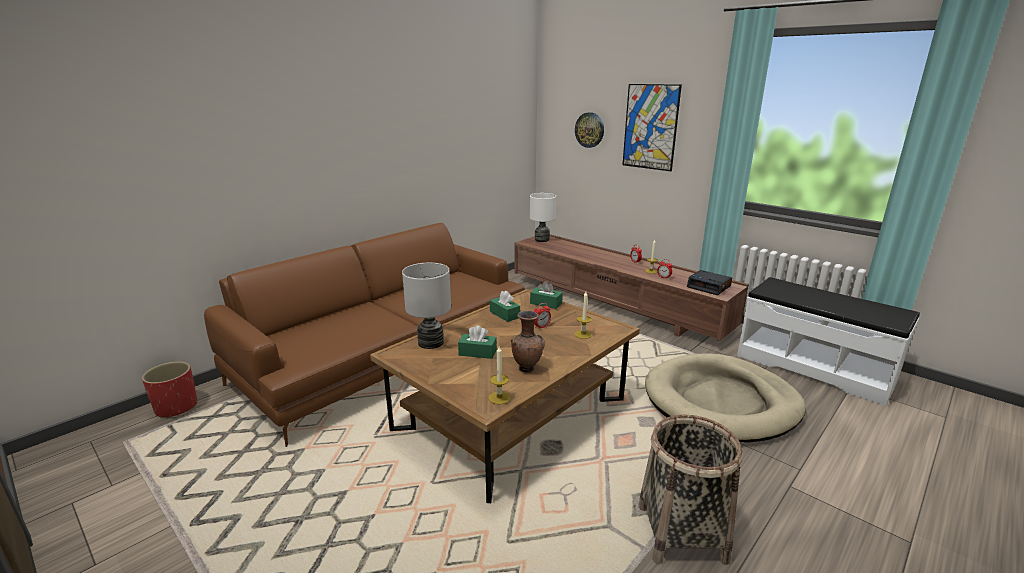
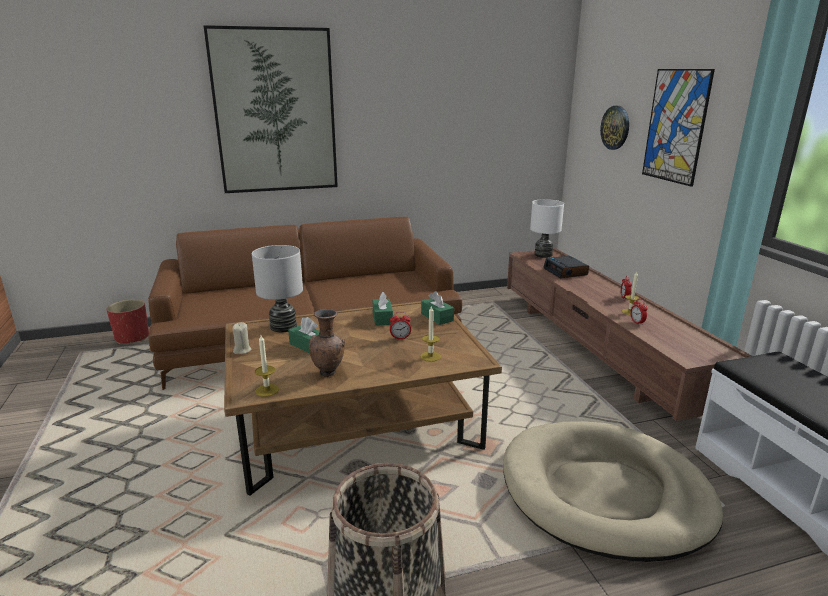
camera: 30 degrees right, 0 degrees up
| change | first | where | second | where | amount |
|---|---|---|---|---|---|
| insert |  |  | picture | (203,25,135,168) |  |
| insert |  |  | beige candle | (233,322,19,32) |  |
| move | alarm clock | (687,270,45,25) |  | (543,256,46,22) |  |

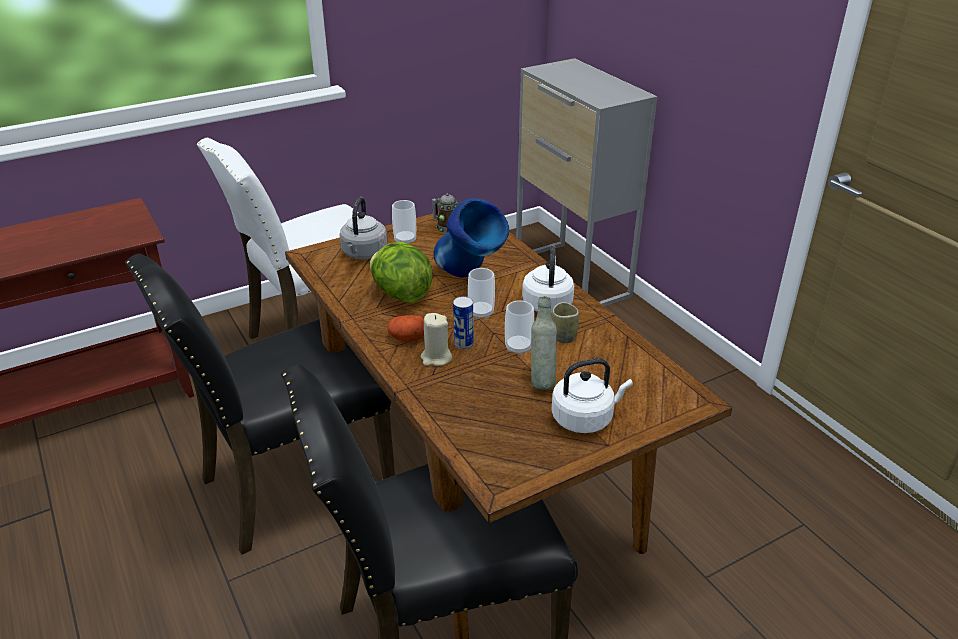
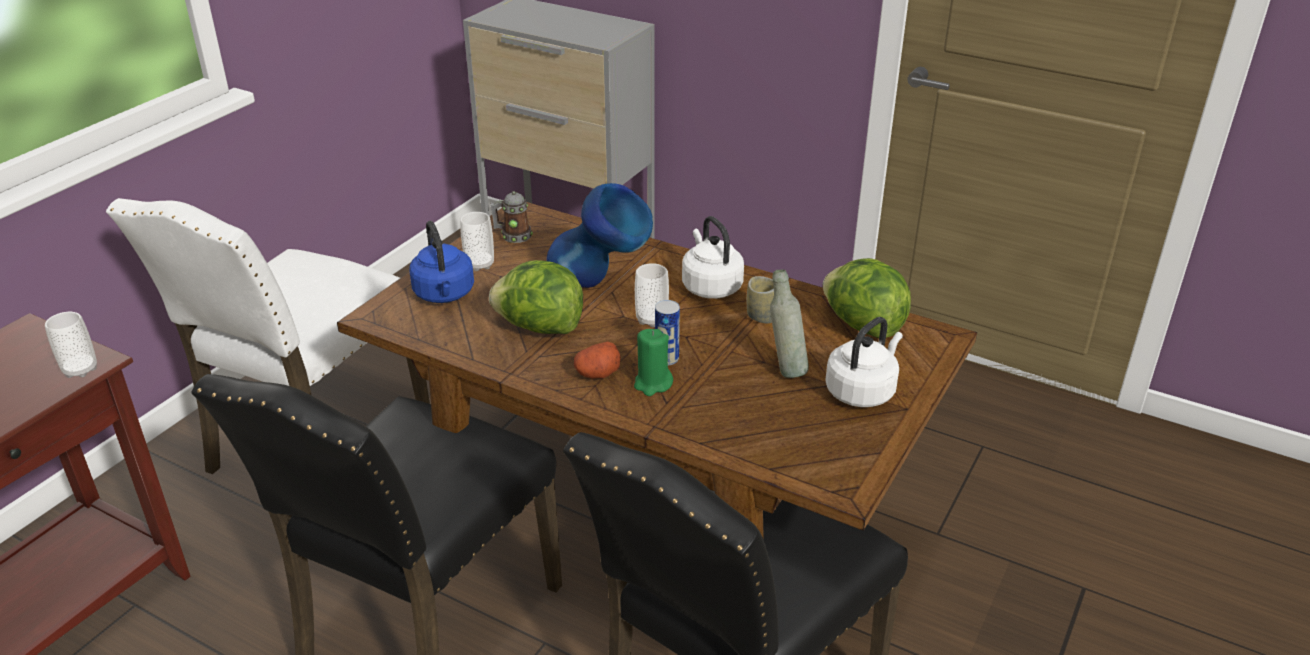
camera: 30 degrees left, 0 degrees up
| change | first | where | second | where | amount |
|---|---|---|---|---|---|
| insert |  |  | lettuce | (823,258,88,80) |  |
| move | drinking cup | (505,300,29,55) |  | (45,312,52,66) |  |
| recolor | greyish water kettle | (340,197,47,62) | bluish water kettle | (409,221,65,82) |  |
| recolor | beige candle | (421,313,31,53) | green-coloured candle | (634,329,39,67) |  |

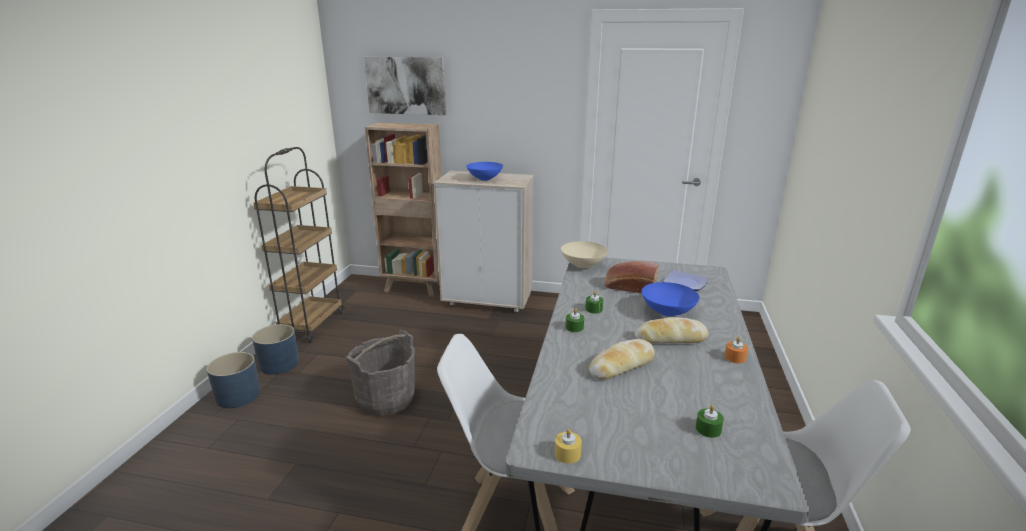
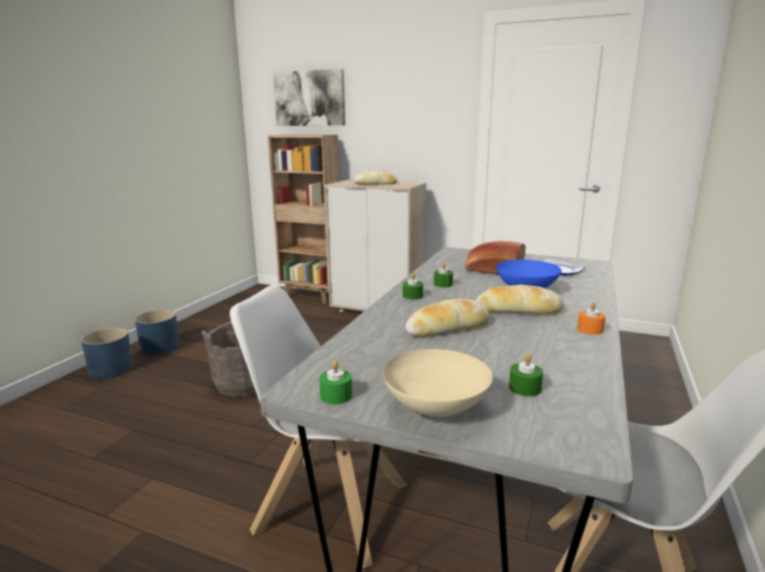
camera: 10 degrees right, 5 degrees down
| change | first | where | second | where | amount |
|---|---|---|---|---|---|
| delete | brown-coloured trolley | (253,147,92,196) |  |  |  |
| move | beige serving bowl | (561,241,46,27) |  | (383,349,110,68) |  |
| replace | bluish serving bowl | (467,162,36,19) | bread | (354,170,43,14) |  |
| recolor | yellow-coloured candle | (555,429,27,35) | green-coloured candle | (319,361,33,43) |  |

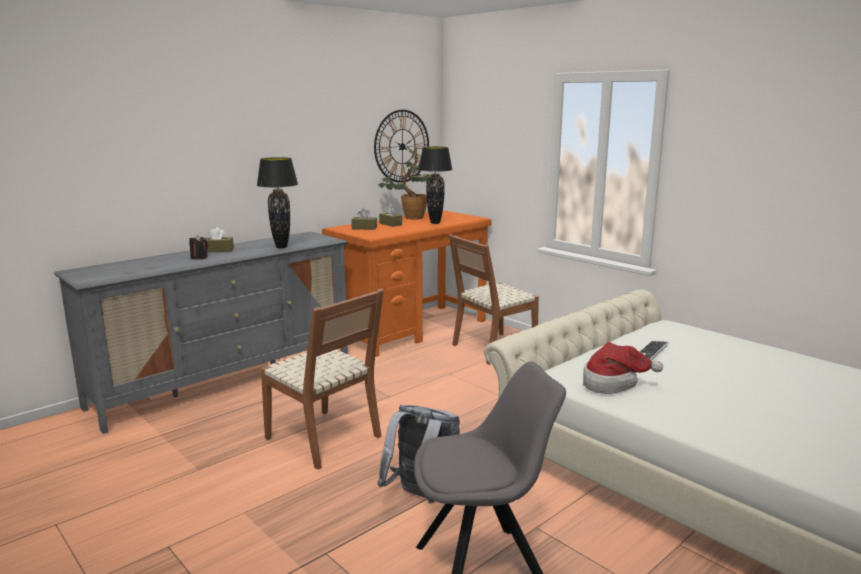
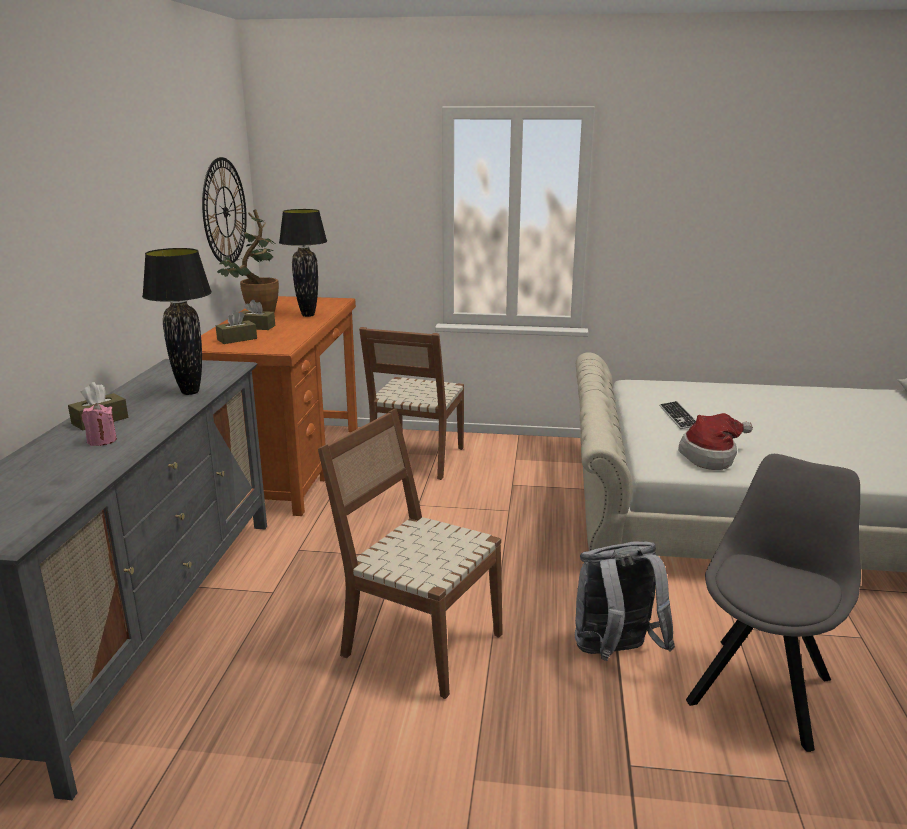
camera: 40 degrees left, 5 degrees up
| change | first | where | second | where | amount |
|---|---|---|---|---|---|
| recolor | blackish candle | (189,235,19,25) | pink-coloured candle | (82,403,35,43) |  |
| rotate | plain chair | (261,289,123,181) |  | (318,409,185,290) | 150 degrees counterclockwise |

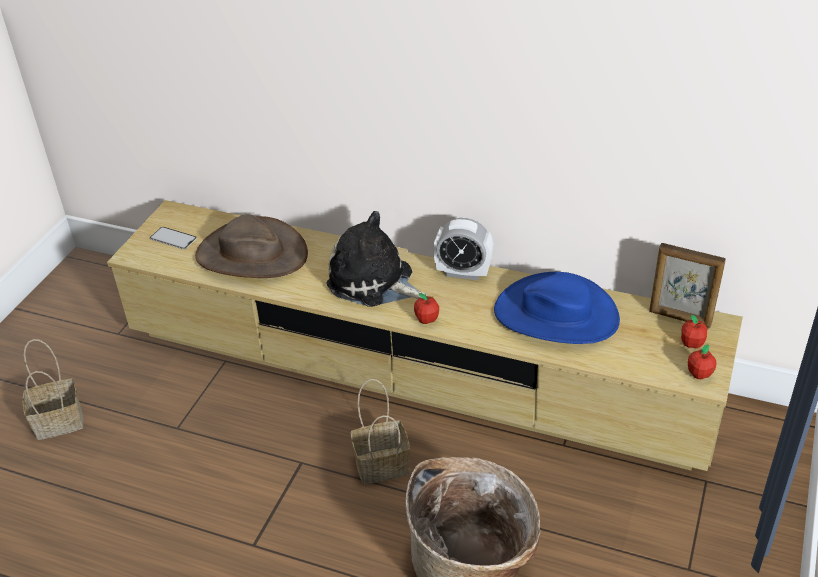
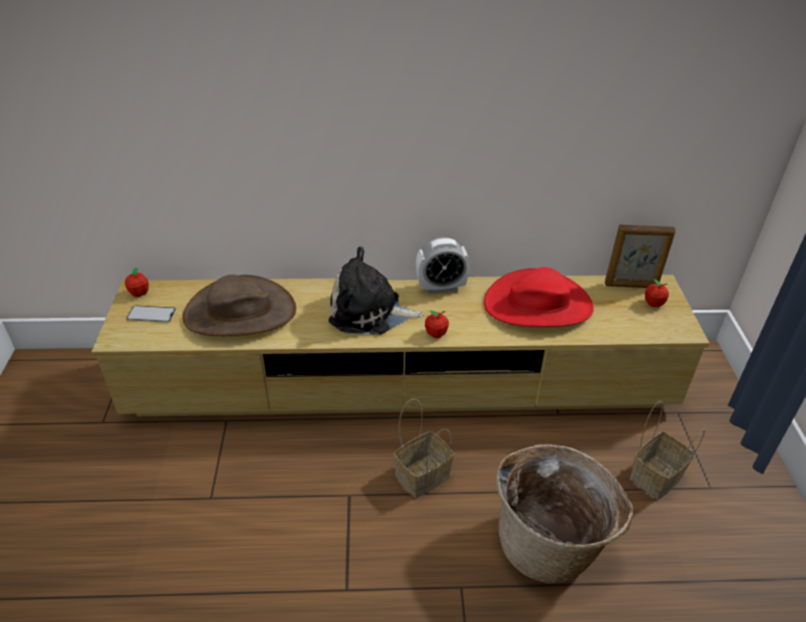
camera: 25 degrees left, 0 degrees up
| change | first | where | second | where | amount |
|---|---|---|---|---|---|
| move | household basket | (23,339,60,101) |  | (630,401,75,98) |  |
| move | whole apple | (688,344,29,35) |  | (125,268,24,29) |  |
| recolor | bluish clothing hat | (494,272,126,72) | reddish clothing hat | (484,267,110,60) |  |

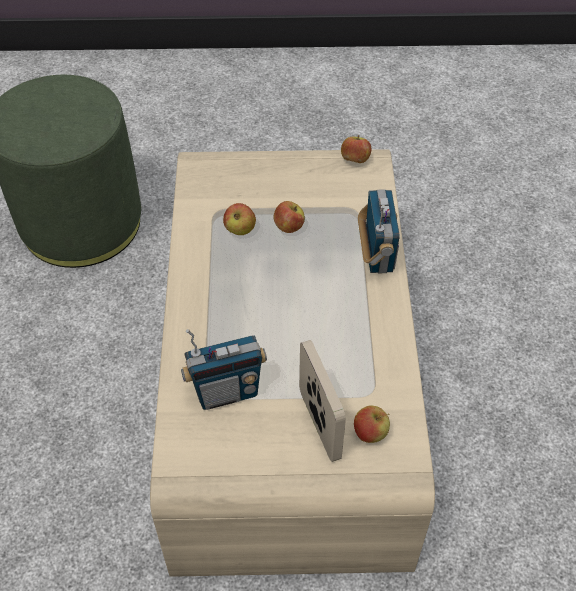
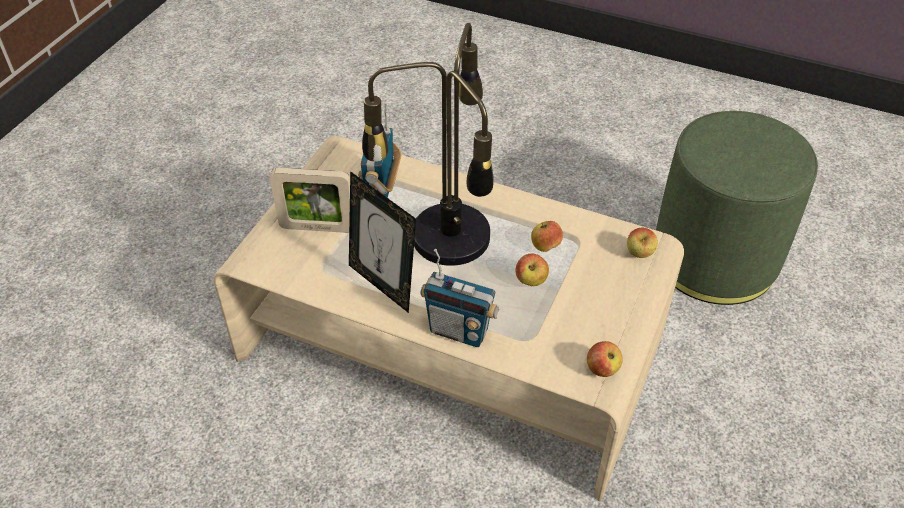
camera: 115 degrees right, 5 degrees down
| change | first | where | second | where | amount |
|---|---|---|---|---|---|
| insert |  |  | standing frame | (349,171,67,142) |  |
| insert |  |  | table lamp | (362,23,132,243) |  |
| move | whole apple | (354,405,36,38) |  | (627,228,31,30) |  |

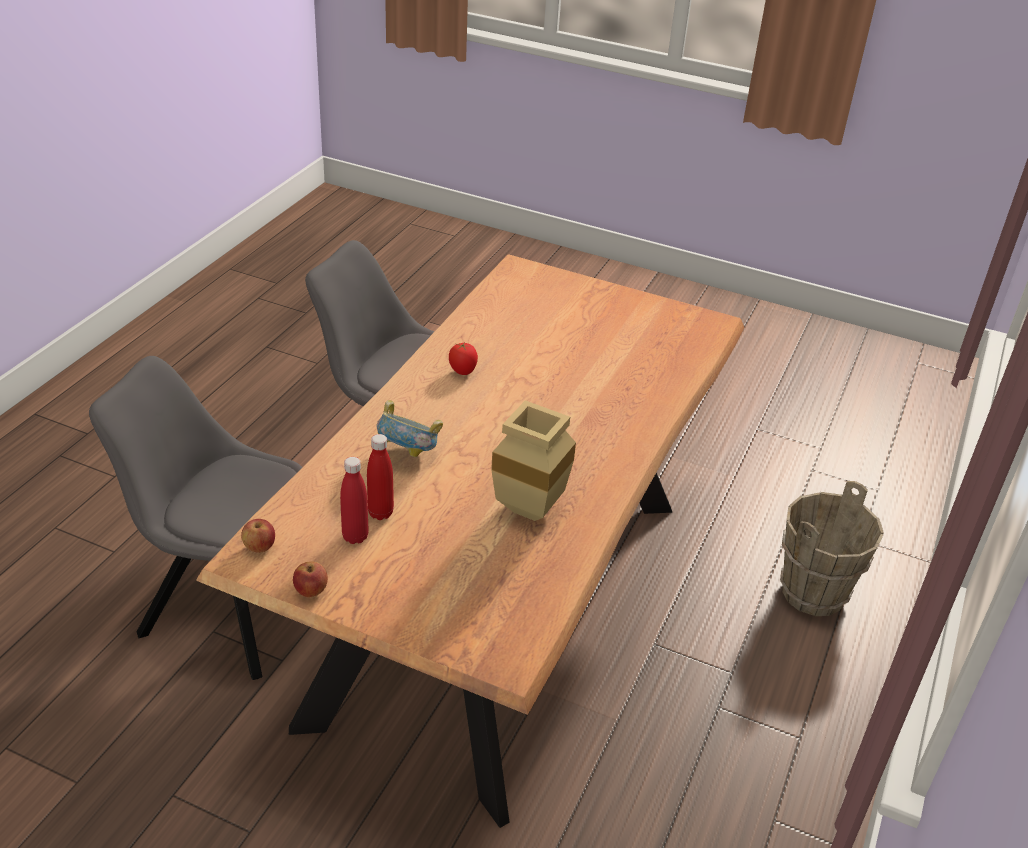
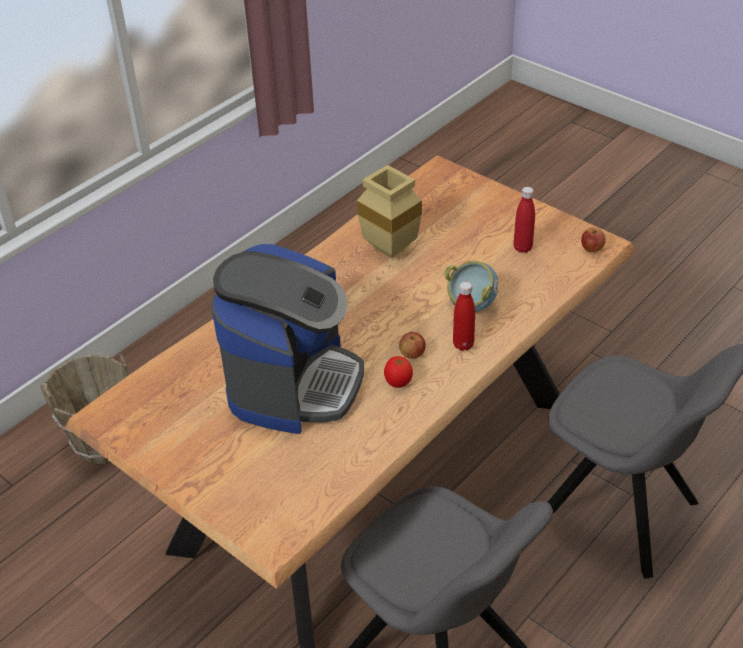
camera: 160 degrees left, 5 degrees up
| change | first | where | second | where | amount |
|---|---|---|---|---|---|
| insert |  |  | coffee machine | (211,244,153,190) |  |
| move | whole apple | (293,561,35,37) |  | (399,332,27,27) |  |
| move | reddish bottle | (367,434,27,86) |  | (453,282,22,69) |  |

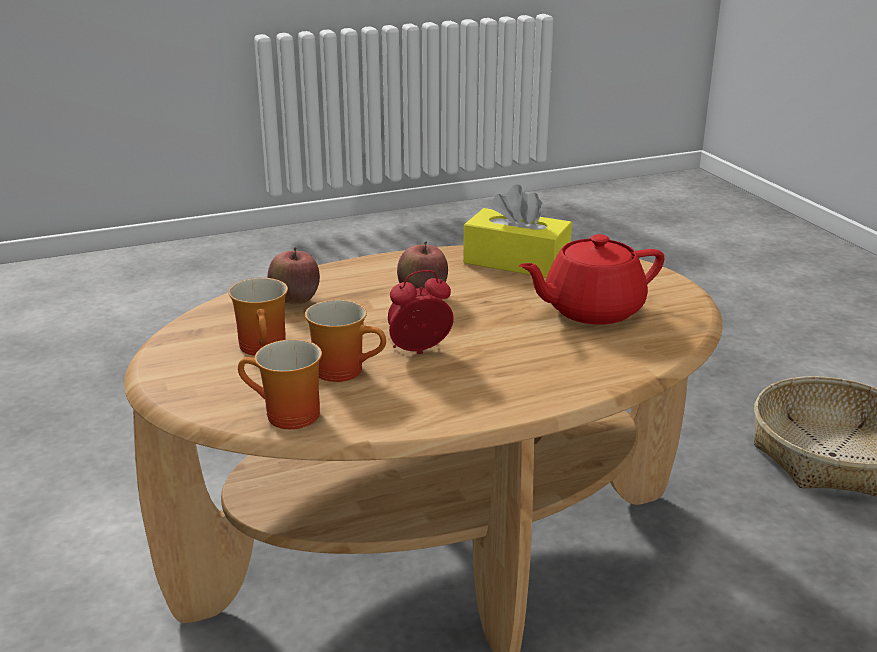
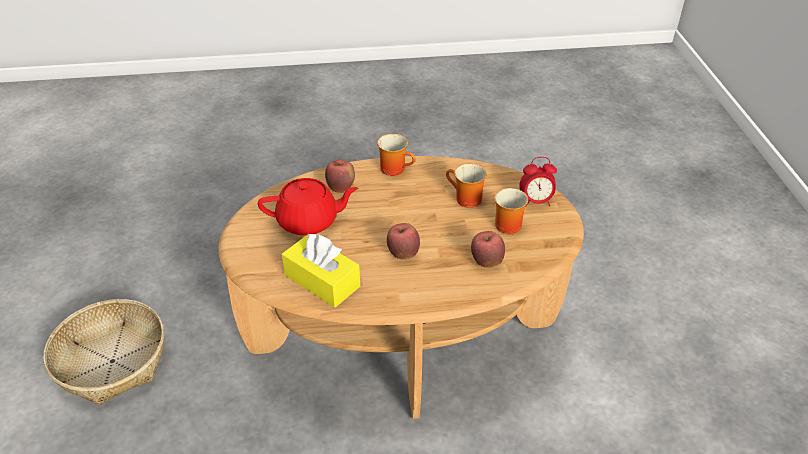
camera: 165 degrees left, 15 degrees up
| change | first | where | second | where | amount |
|---|---|---|---|---|---|
| insert |  |  | whole apple | (325,159,30,34) |  |
| move | tea mug | (238,339,84,90) |  | (377,134,39,42) |  |
| move | alarm clock | (388,270,66,84) |  | (519,157,38,50) |  |

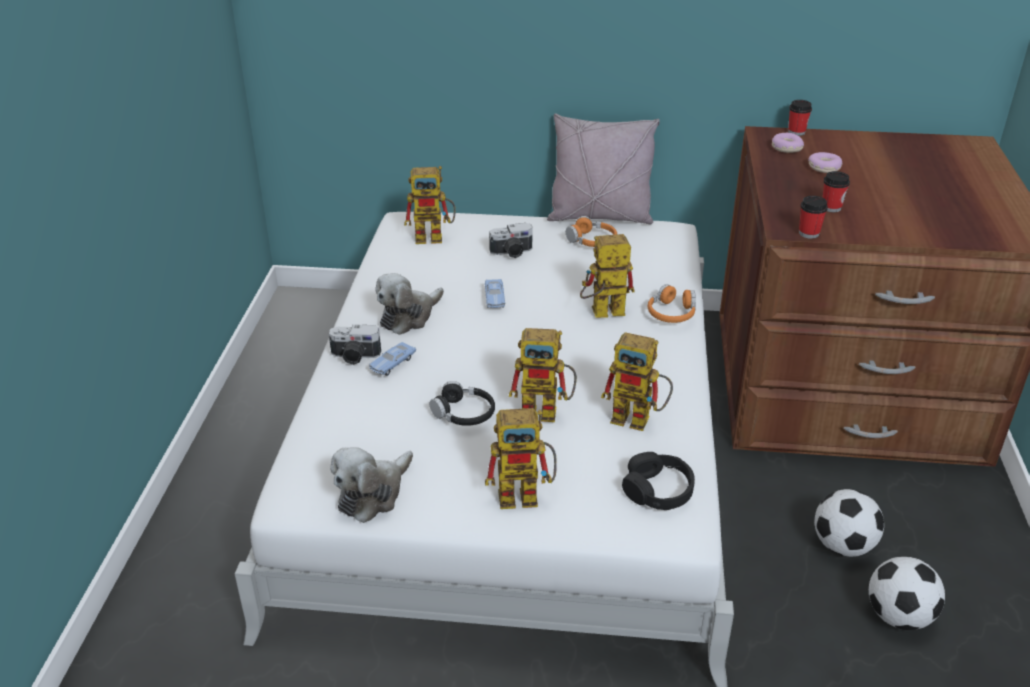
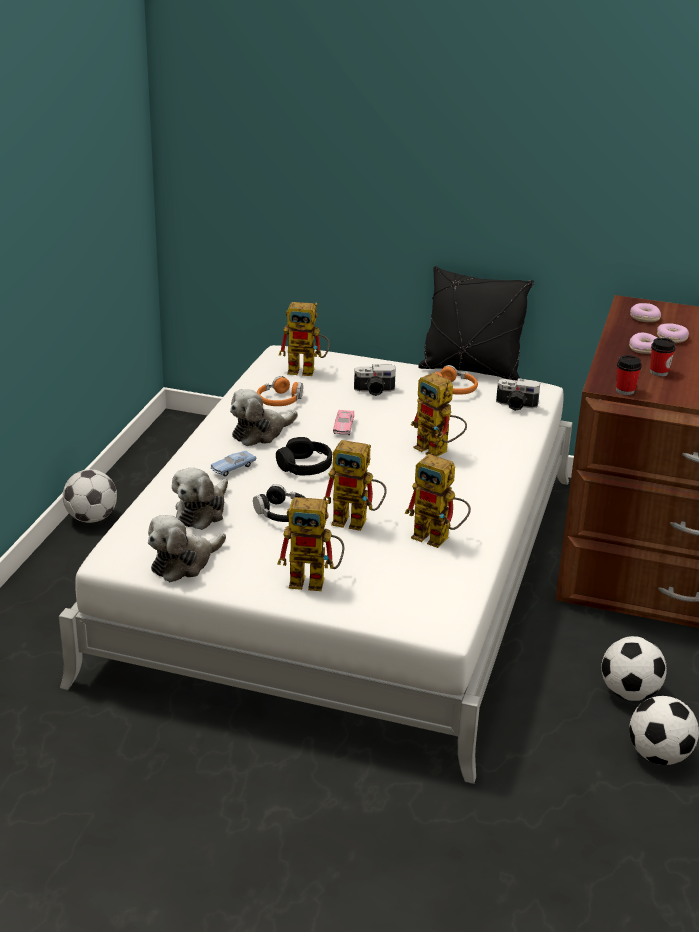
camera: 10 degrees right, 5 degrees down
| change | first | where | second | where | amount |
|---|---|---|---|---|---|
| delete | drinking cup | (788,100,24,36) |  |  |  |
| insert |  |  | football ball | (63,469,54,54) |  |
| insert |  |  | cuddly toy | (172,468,56,62) |  |
| insert |  |  | ring doughnut | (629,333,28,21) |  |
| move | photo camera | (329,324,52,41) |  | (496,378,44,33) |  |
| move | blackish pair of headphones | (622,452,73,58) |  | (276,437,56,39) |  |
| move | orange pair of headphones | (648,284,48,39) |  | (257,376,46,30) |  |
| recolor | bluish miniature car | (485,279,20,29) | pink-coloured miniature car | (333,410,21,25) |  |
| recolor | purplish cushion | (547,113,113,111) | blackish cushion | (418,266,116,114) |  |
| rotate | model robot | (580,234,55,84) |  | (411,373,56,84) | 135 degrees counterclockwise |

